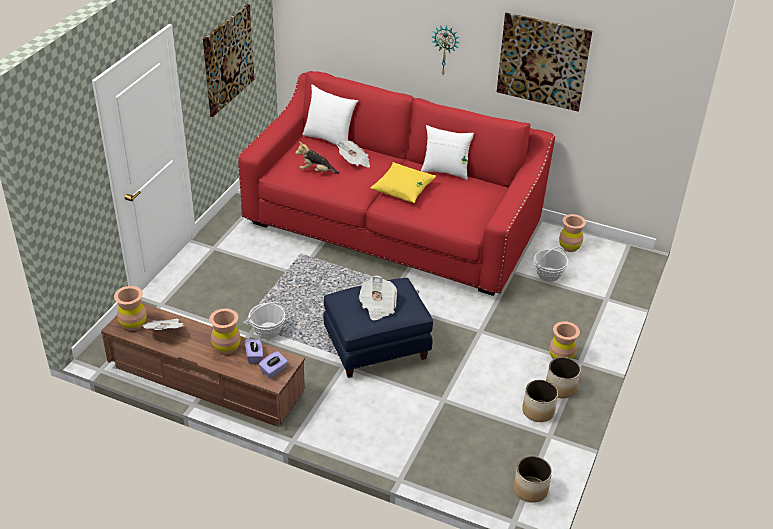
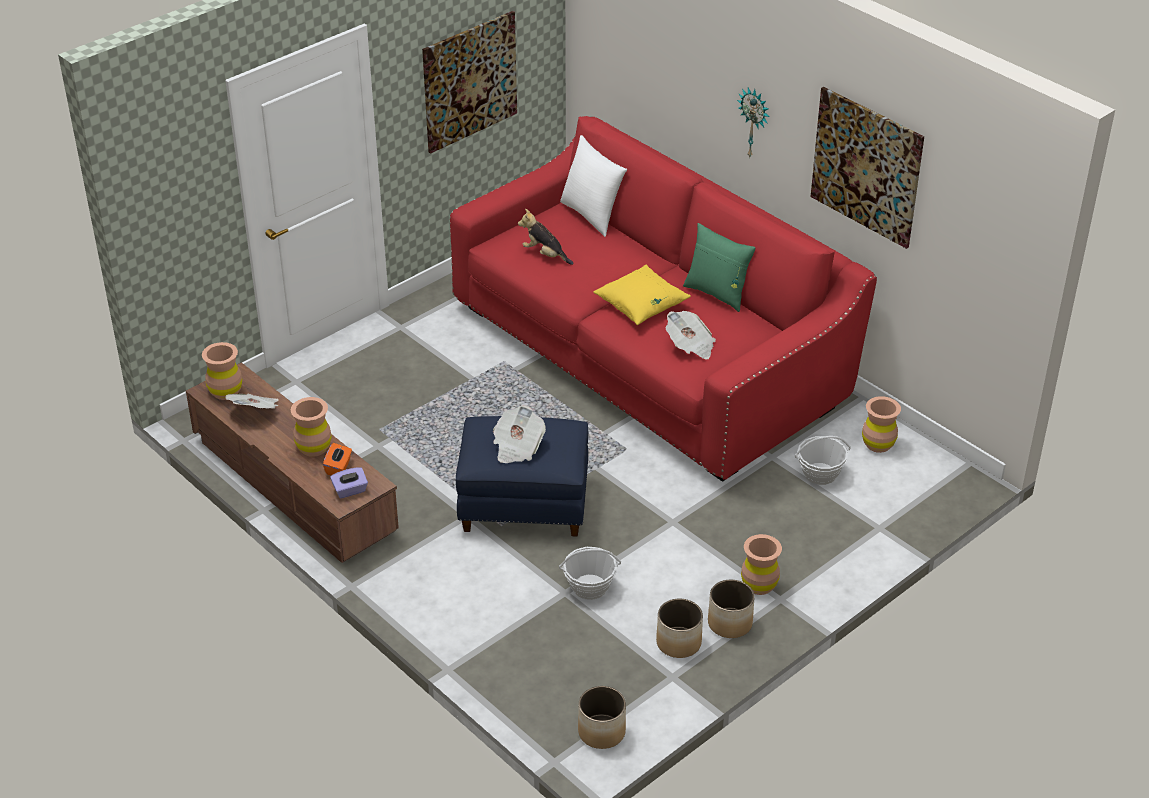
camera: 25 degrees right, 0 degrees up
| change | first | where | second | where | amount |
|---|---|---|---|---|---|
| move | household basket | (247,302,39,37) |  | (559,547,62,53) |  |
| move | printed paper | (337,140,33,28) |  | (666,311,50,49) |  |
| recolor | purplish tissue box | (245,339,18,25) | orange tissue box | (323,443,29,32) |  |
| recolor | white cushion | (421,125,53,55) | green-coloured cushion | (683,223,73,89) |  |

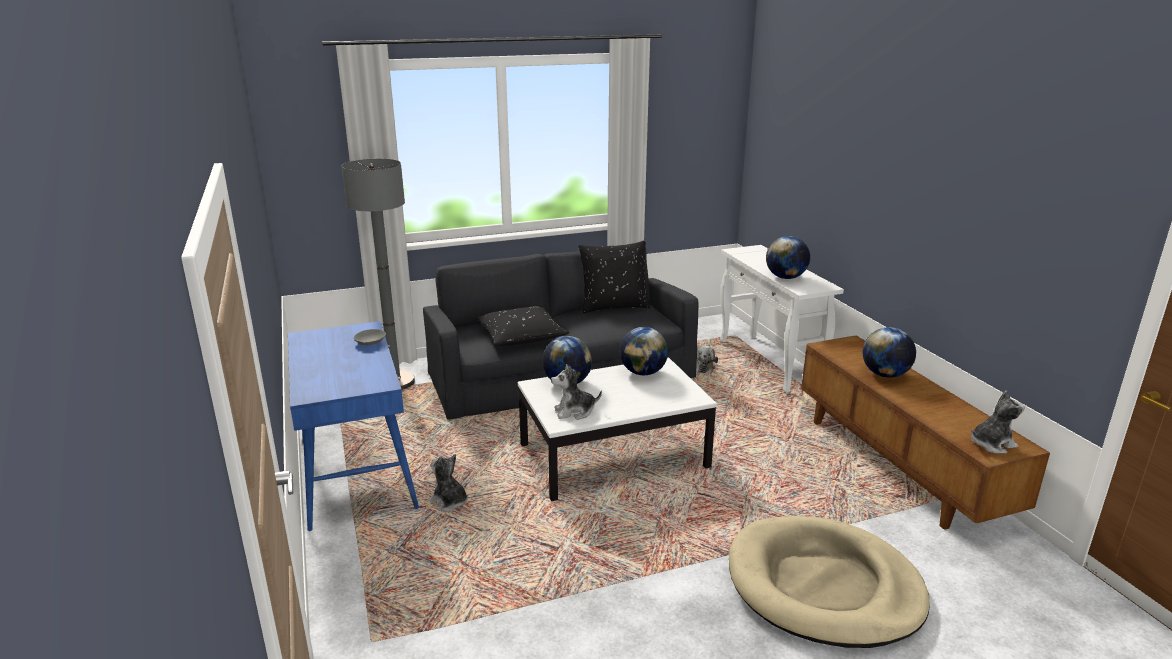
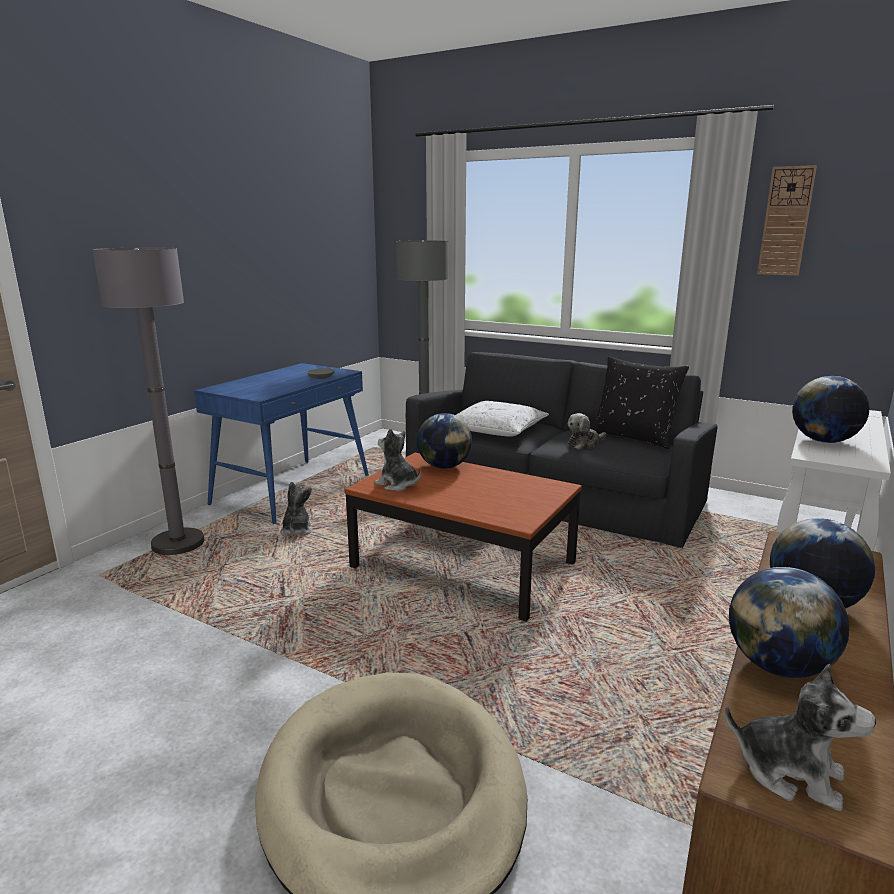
camera: 50 degrees right, 5 degrees down
| change | first | where | second | where | amount |
|---|---|---|---|---|---|
| insert |  |  | greyish floor lamp | (92,247,112,308) |  |
| insert |  |  | wall clock | (757,165,60,111) |  |
| move | world globe | (620,327,48,48) |  | (729,567,120,111) |  |
| move | cuddly toy | (696,345,22,28) |  | (568,413,38,36) |  |
| recolor | blackish cushion | (476,306,93,40) | white cushion | (455,401,94,36) |  |
| recolor | white lounge table | (518,357,199,144) | brown-coloured lounge table | (345,453,237,169) |  |

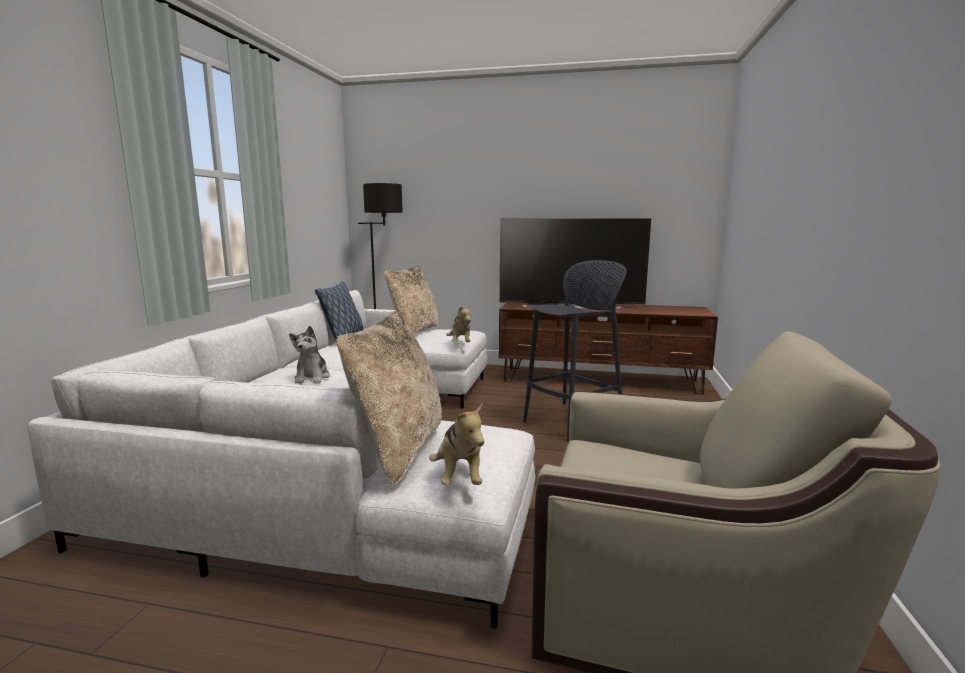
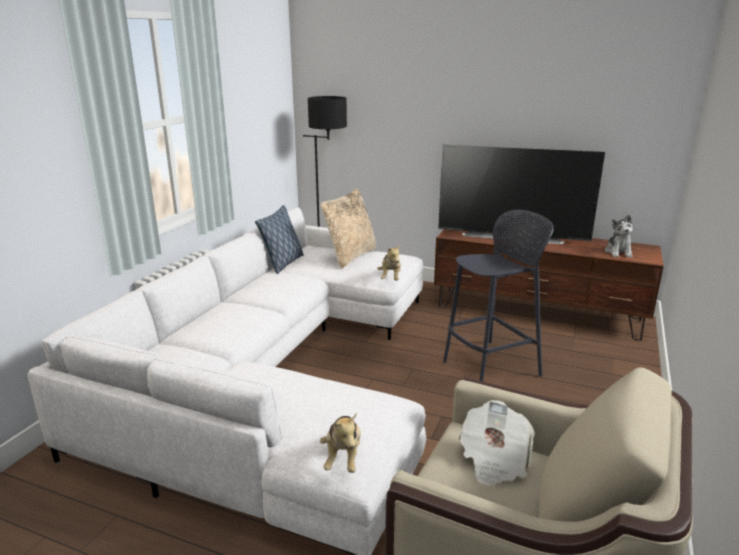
camera: 10 degrees right, 10 degrees up
| change | first | where | second | where | amount |
|---|---|---|---|---|---|
| delete | beige cushion | (336,311,106,174) |  |  |  |
| insert |  |  | printed paper | (459,400,76,85) |  |
| move | cuddly toy | (289,326,41,58) |  | (605,215,28,43) |  |

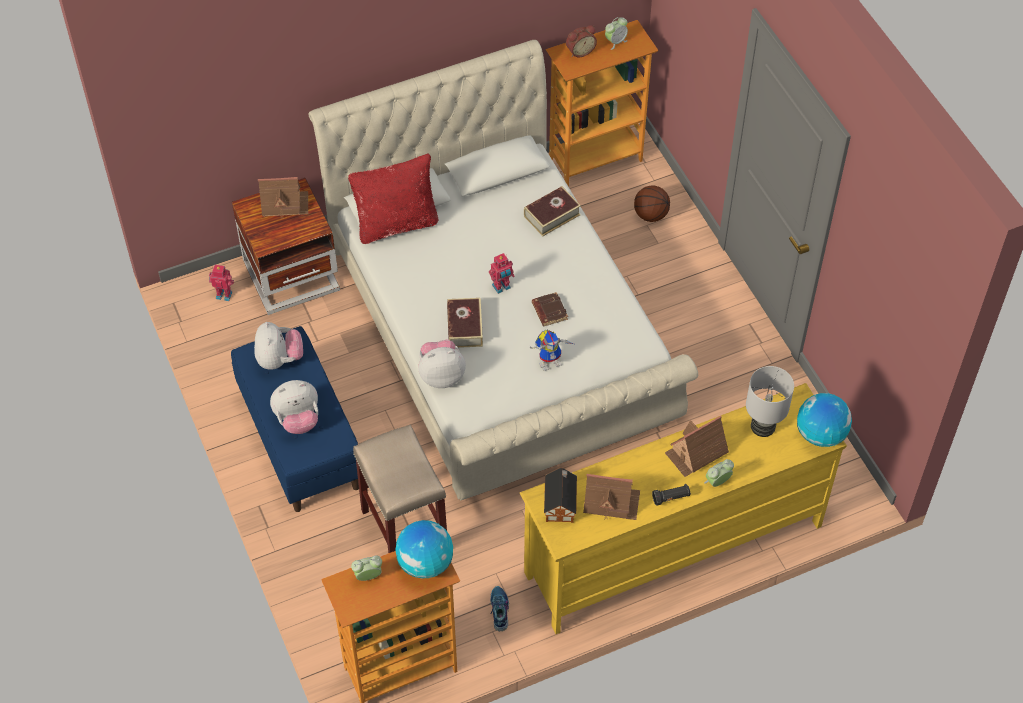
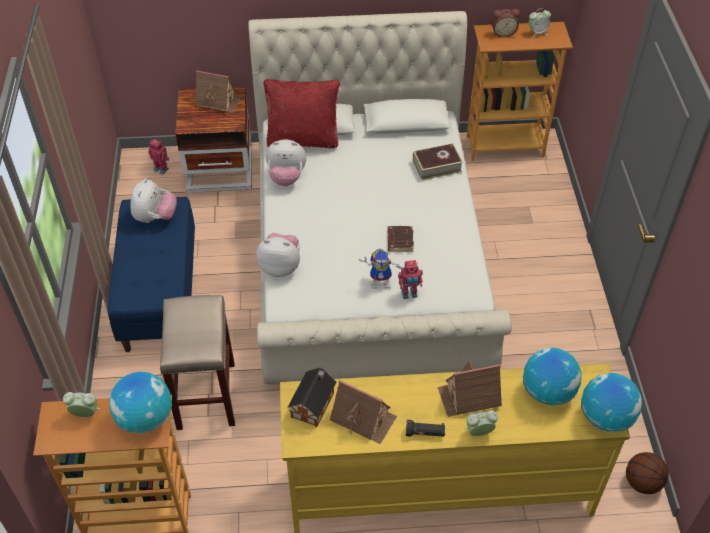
camera: 20 degrees right, 5 degrees down
| change | first | where | second | where | amount |
|---|---|---|---|---|---|
| delete | volume | (447,298,36,50) |  |  |  |
| delete | low shoe | (490,586,19,45) |  |  |  |
| move | cuddly toy | (270,380,48,54) |  | (266,139,40,47) |  |
| move | model robot | (489,253,26,41) |  | (398,260,25,39) |  |
| move | ball for basketball | (634,186,36,36) |  | (626,452,43,42) |  |
| replace | greyish table lamp | (746,366,48,71) | world globe | (523,348,59,57) |  |

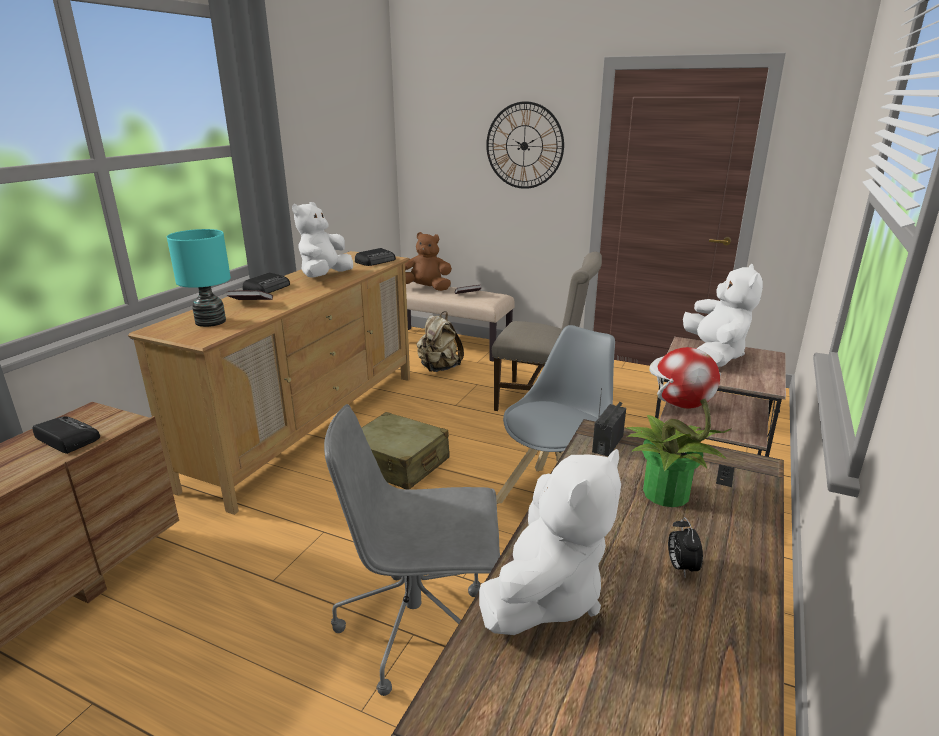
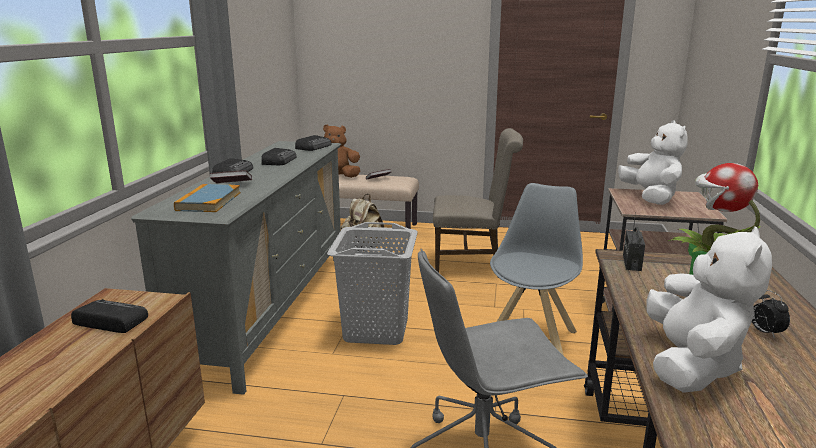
camera: 15 degrees left, 5 degrees down
| change | first | where | second | where | amount |
|---|---|---|---|---|---|
| delete | wall clock | (486,101,78,88) |  |  |  |
| replace | blue-green table lamp | (167,229,64,98) | volume | (174,184,66,28) |  |
| replace | white cuddly toy | (292,202,61,75) | radio receiver | (261,148,36,17) |  |
| replace | beige suitcase | (362,412,88,78) | greyish hamper | (327,222,91,123) |  |
| recolor | brown-coloured chest of drawers | (128,251,282,264) | greyish chest of drawers | (131,141,210,254) |  |

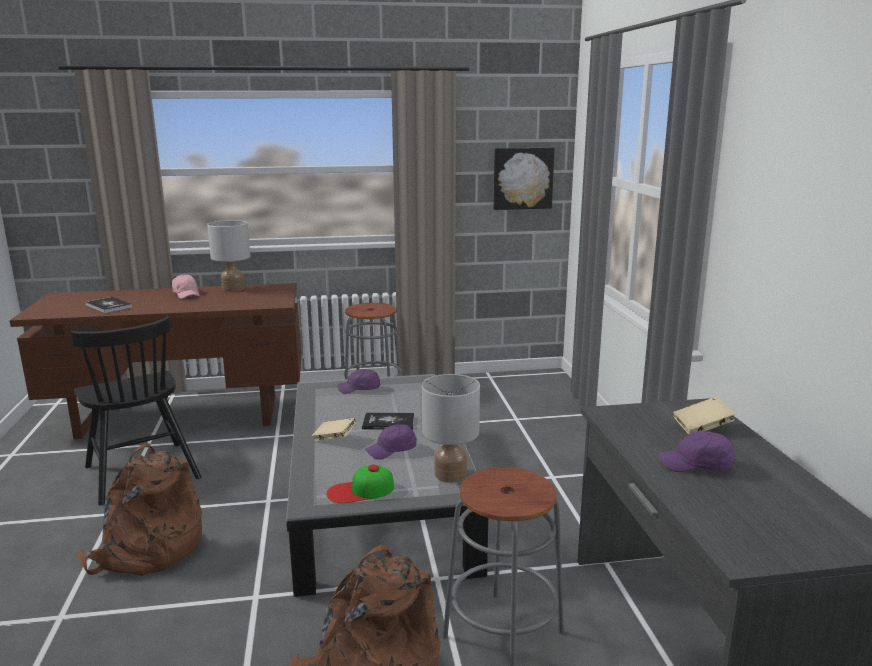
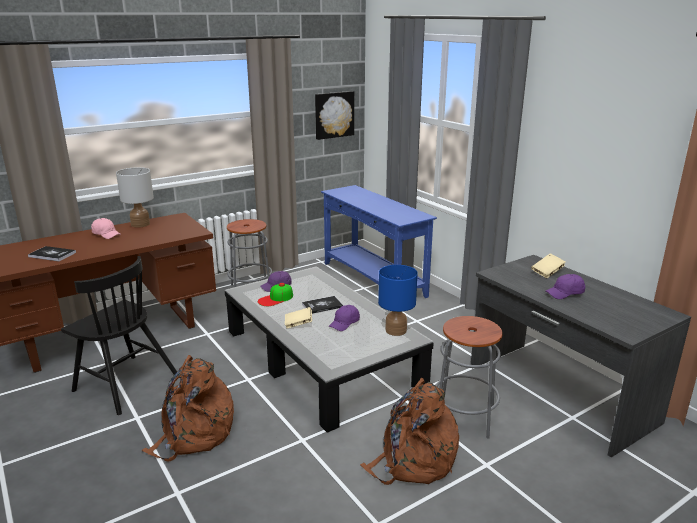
camera: 25 degrees left, 5 degrees up
| change | first | where | second | where | amount |
|---|---|---|---|---|---|
| insert |  |  | bluish narrow table | (321,185,116,113) |  |
| move | cap | (326,464,68,39) |  | (258,283,35,23) |  |
| recolor | greyish table lamp | (422,374,58,109) | bluish table lamp | (378,265,40,71) |  |

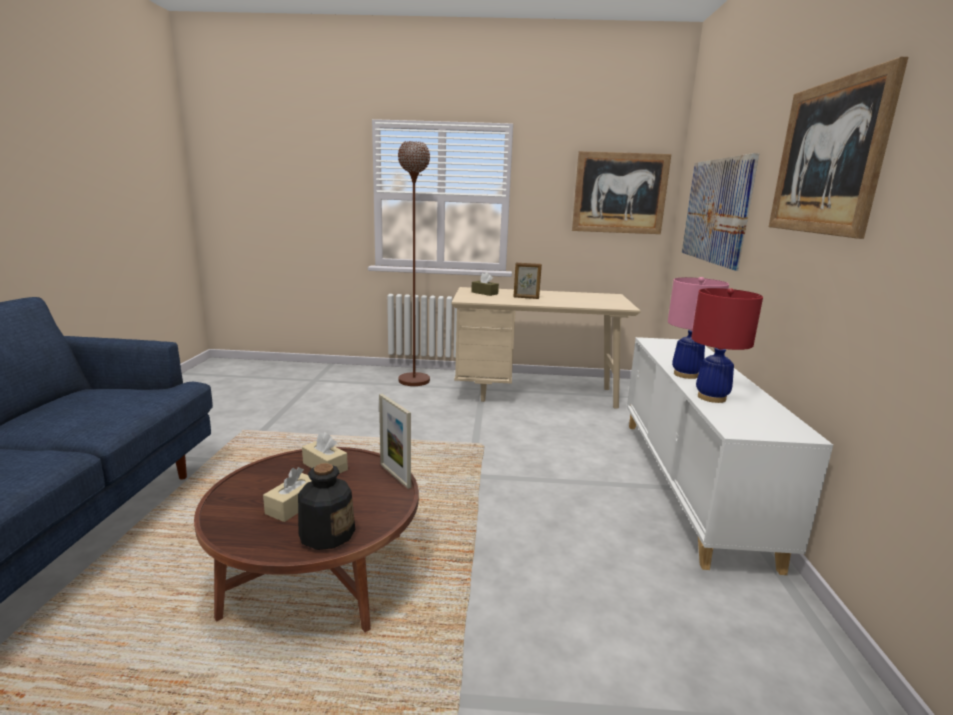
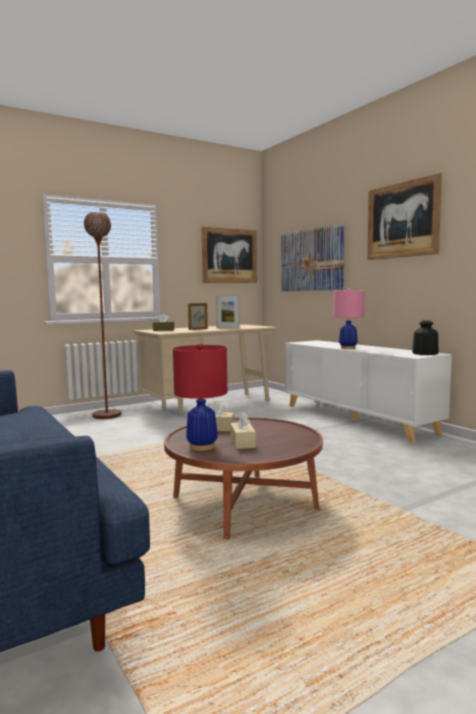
camera: 35 degrees left, 10 degrees down
| change | first | where | second | where | amount |
|---|---|---|---|---|---|
| move | bottle | (298,463,57,87) |  | (412,320,26,35) |  |
| move | standing frame | (379,394,32,95) |  | (216,295,24,34) |  |
| move | reddish table lamp | (691,288,72,115) |  | (173,343,54,108) |  |

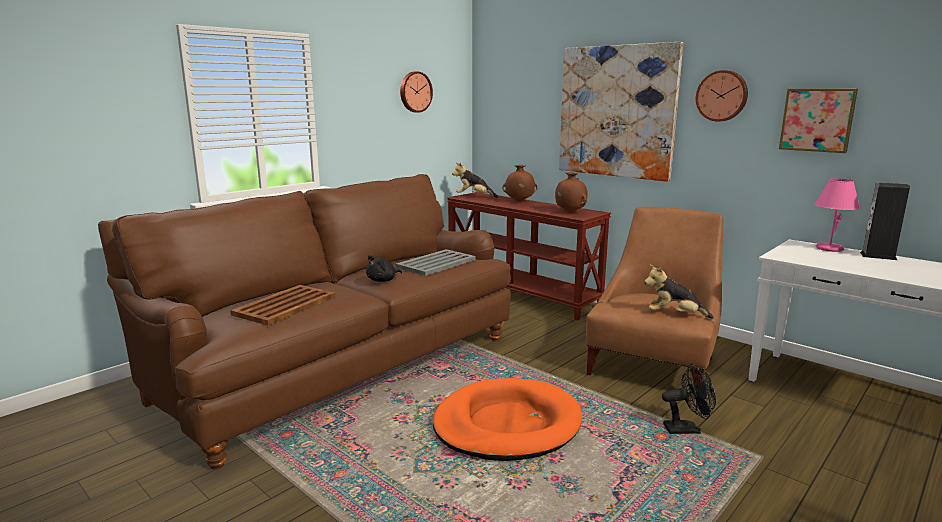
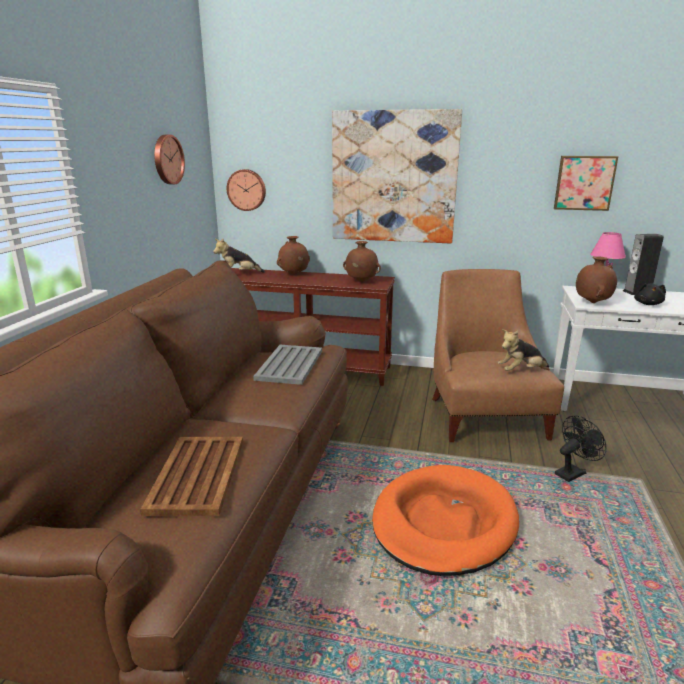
camera: 30 degrees left, 5 degrees up
| change | first | where | second | where | amount |
|---|---|---|---|---|---|
| insert |  |  | brown-coloured decorative vase | (576,256,41,47) |  |
| move | blackish cuddly toy | (366,255,36,27) |  | (634,283,32,22) |  |
| move | wall clock | (696,70,52,52) |  | (227,169,39,42) |  |

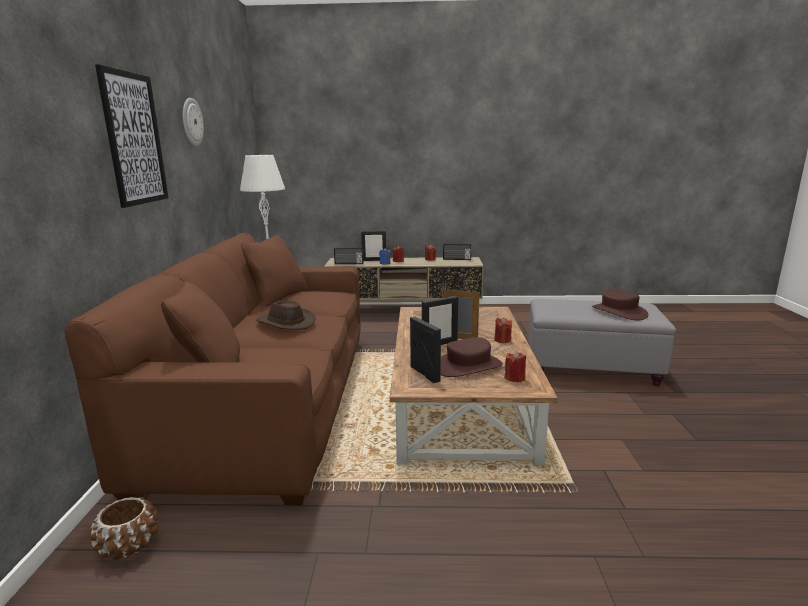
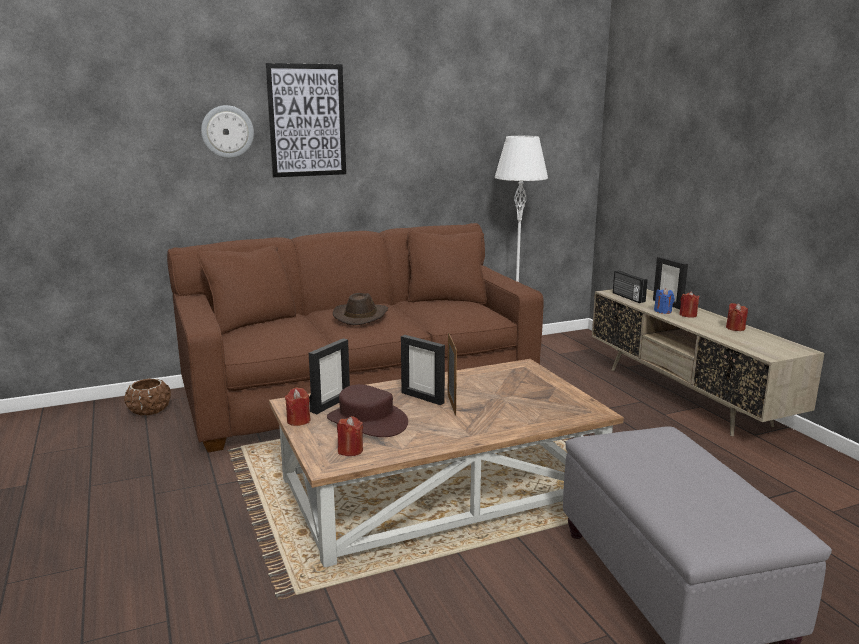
camera: 65 degrees right, 0 degrees up
| change | first | where | second | where | amount |
|---|---|---|---|---|---|
| delete | radio receiver | (443,243,28,17) |  |  |  |
| delete | brown-coloured clothing hat | (592,289,57,31) |  |  |  |
| move | wall clock | (183,98,21,48) |  | (201,105,53,53) |  |
| move | reddish candle | (494,317,18,26) |  | (285,388,26,38) |  |

